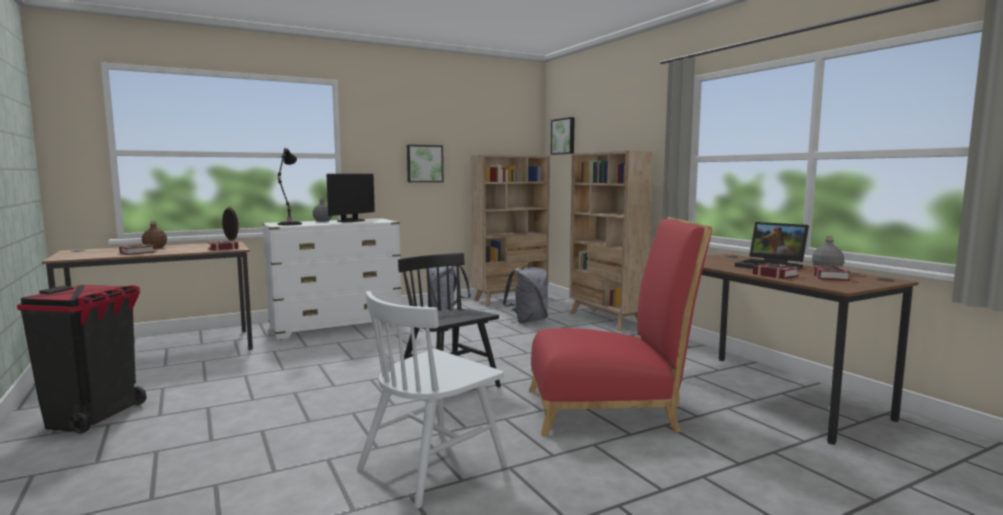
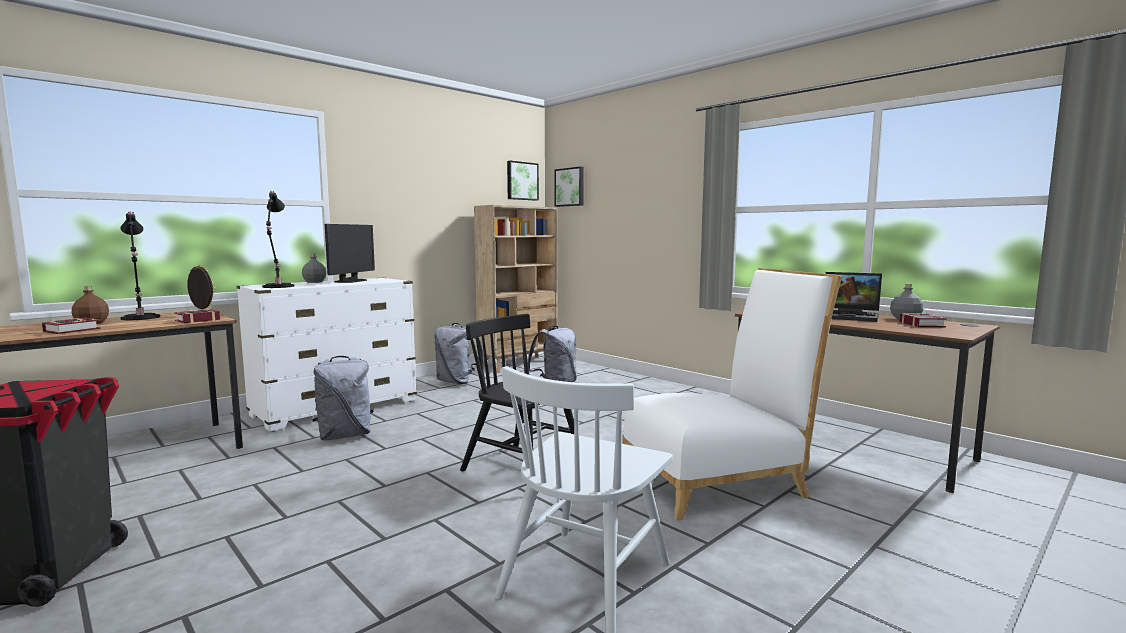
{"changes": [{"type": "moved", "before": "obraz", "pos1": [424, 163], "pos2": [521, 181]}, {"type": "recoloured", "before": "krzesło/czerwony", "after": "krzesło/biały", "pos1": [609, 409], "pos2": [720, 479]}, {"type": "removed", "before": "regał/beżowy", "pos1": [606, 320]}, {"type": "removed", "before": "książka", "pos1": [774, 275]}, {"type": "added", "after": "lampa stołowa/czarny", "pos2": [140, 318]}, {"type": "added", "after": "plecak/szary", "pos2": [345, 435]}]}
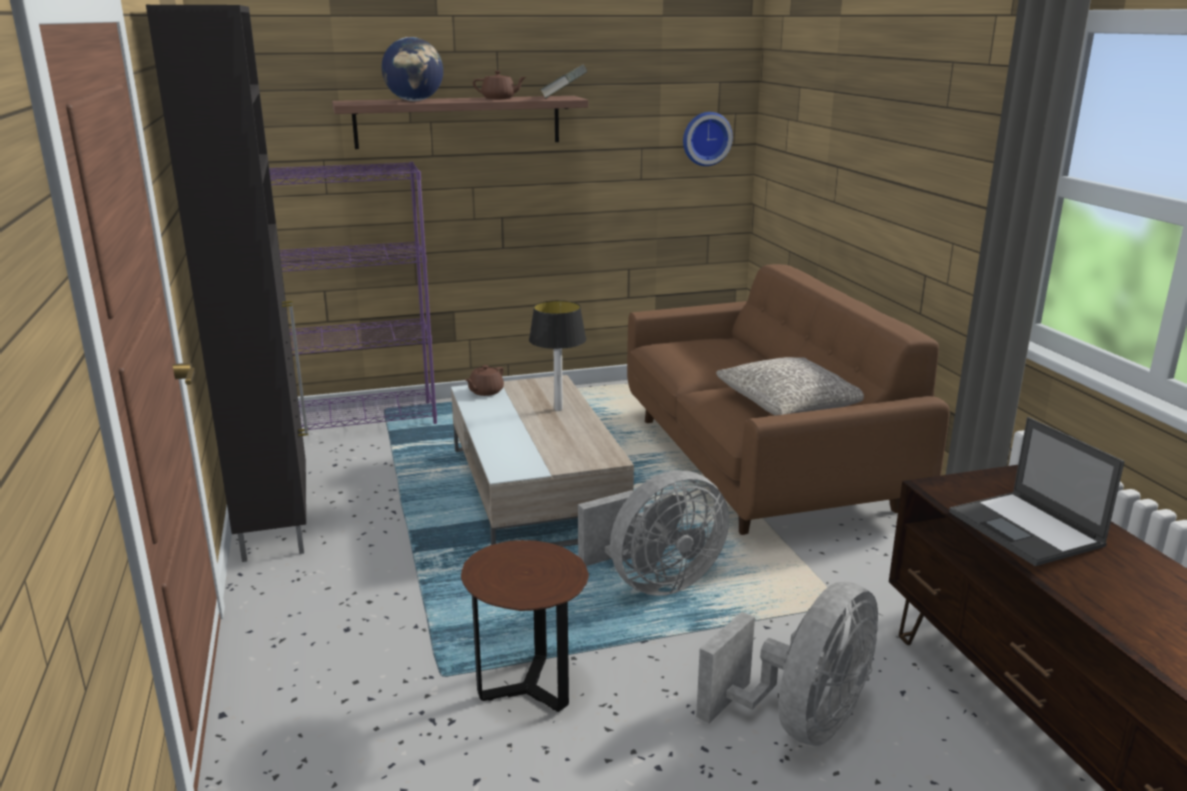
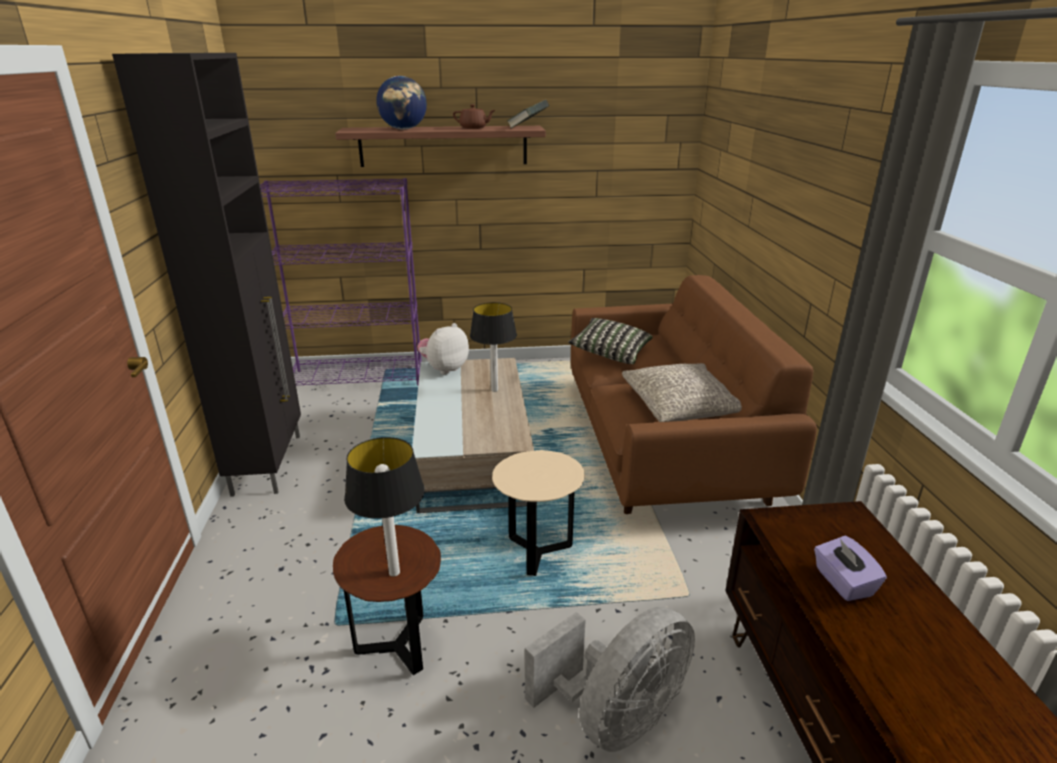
{"changes": [{"type": "replaced", "before": "imbryk/brązowy", "after": "pluszak", "pos1": [485, 392], "pos2": [444, 369]}, {"type": "replaced", "before": "wentylator/szary", "after": "stolik/beżowy", "pos1": [655, 582], "pos2": [538, 553]}, {"type": "removed", "before": "zegar ścienny", "pos1": [706, 138]}, {"type": "replaced", "before": "laptop", "after": "pudełko chusteczek/fioletowy", "pos1": [1026, 529], "pos2": [842, 582]}, {"type": "added", "after": "lampa stołowa", "pos2": [394, 573]}, {"type": "added", "after": "poduszka", "pos2": [610, 353]}]}
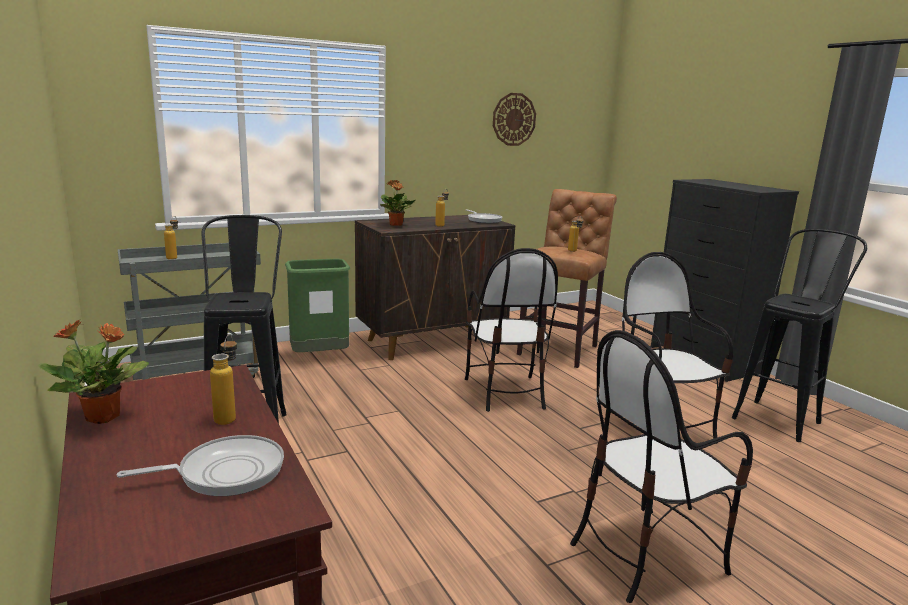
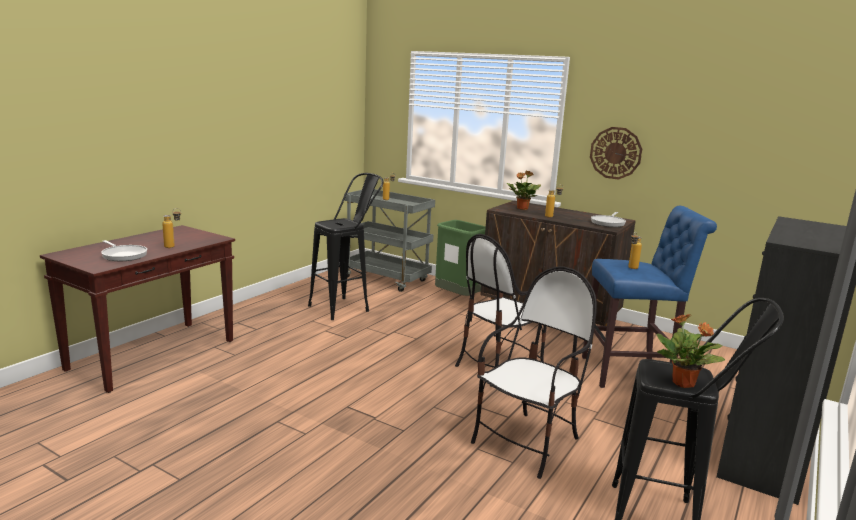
{"changes": [{"type": "moved", "before": "roślina doniczkowa", "pos1": [104, 417], "pos2": [684, 384]}, {"type": "moved", "before": "zegar ścienny", "pos1": [514, 119], "pos2": [615, 153]}, {"type": "recoloured", "before": "stołek/brązowy", "after": "stołek/niebieski", "pos1": [560, 349], "pos2": [631, 373]}, {"type": "removed", "before": "krzesło", "pos1": [646, 554]}]}
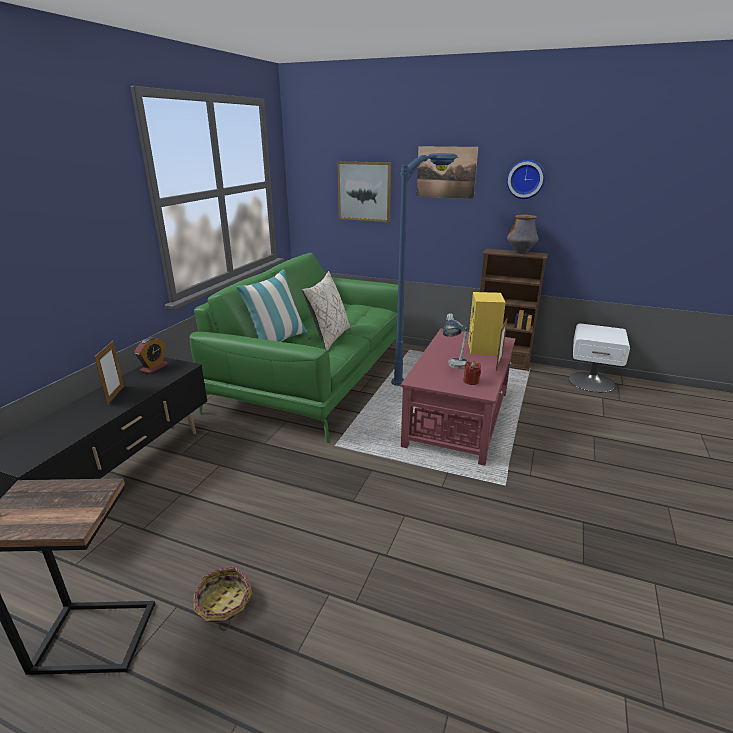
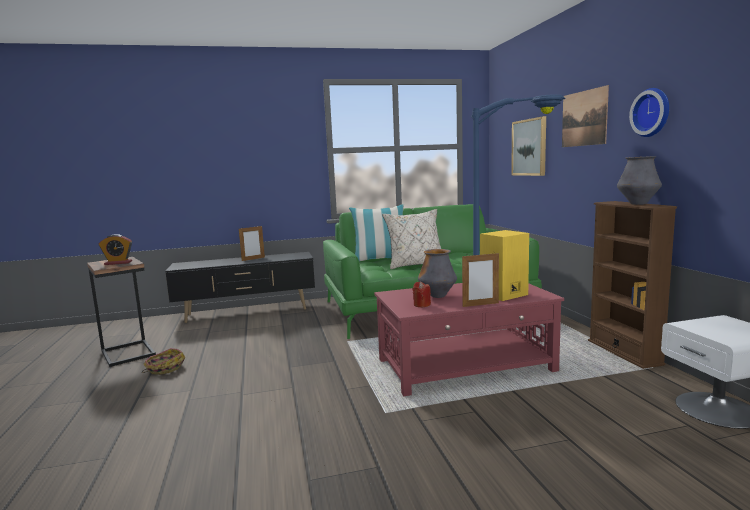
{"changes": [{"type": "moved", "before": "budzik", "pos1": [154, 368], "pos2": [118, 263]}, {"type": "replaced", "before": "lampa stołowa", "after": "wazon", "pos1": [454, 367], "pos2": [437, 296]}]}
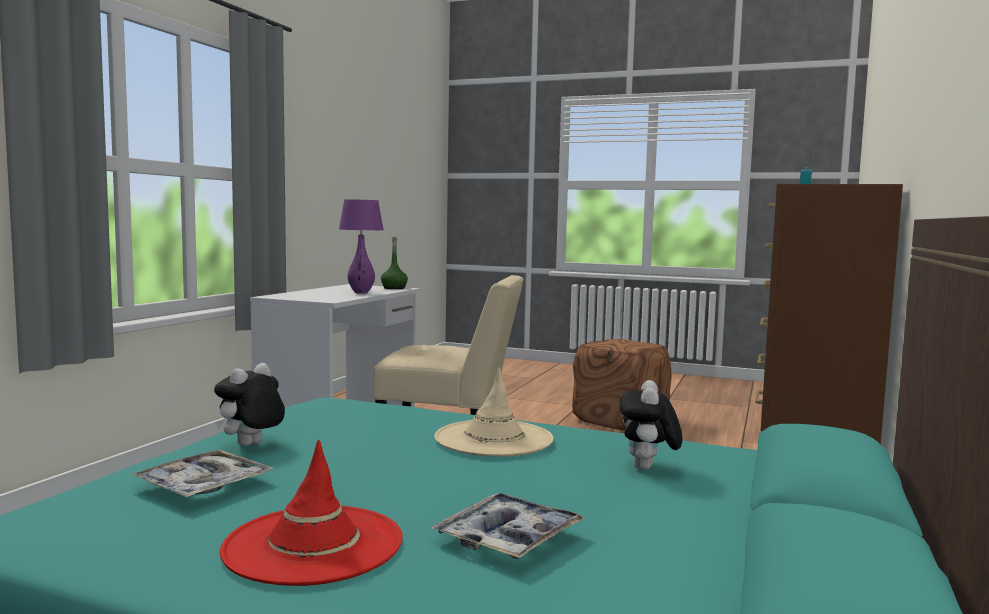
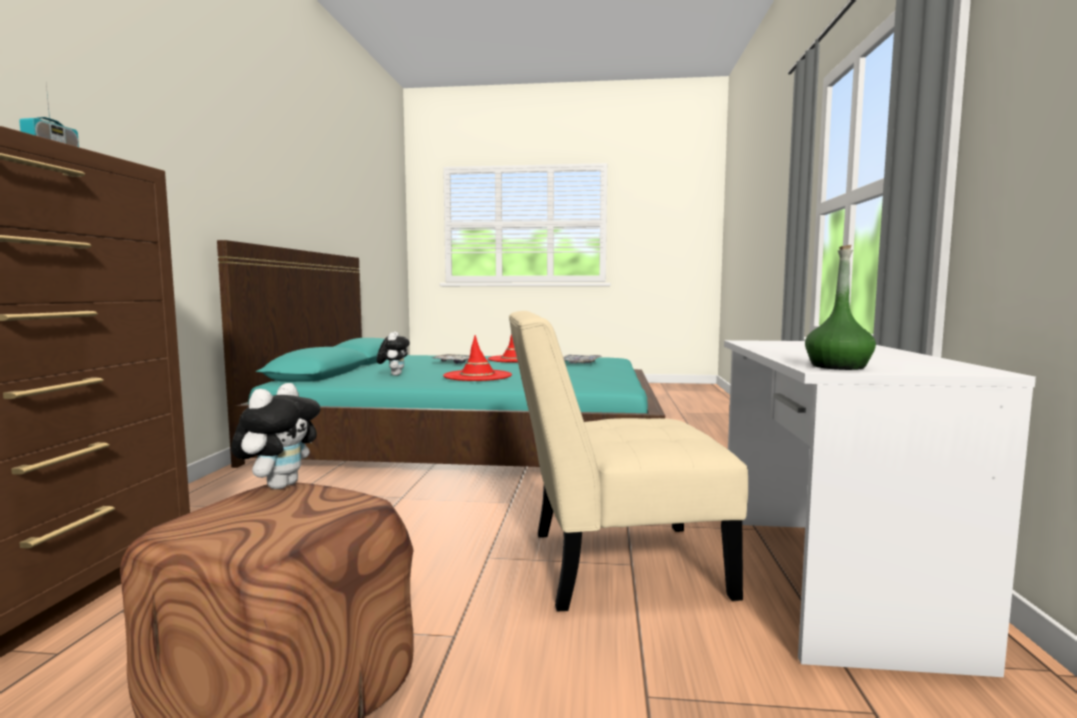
{"changes": [{"type": "moved", "before": "pluszak", "pos1": [251, 446], "pos2": [280, 485]}, {"type": "removed", "before": "lampa stołowa/fioletowy", "pos1": [361, 293]}, {"type": "recoloured", "before": "kapelusz/beżowy", "after": "kapelusz/czerwony", "pos1": [493, 439], "pos2": [477, 376]}]}
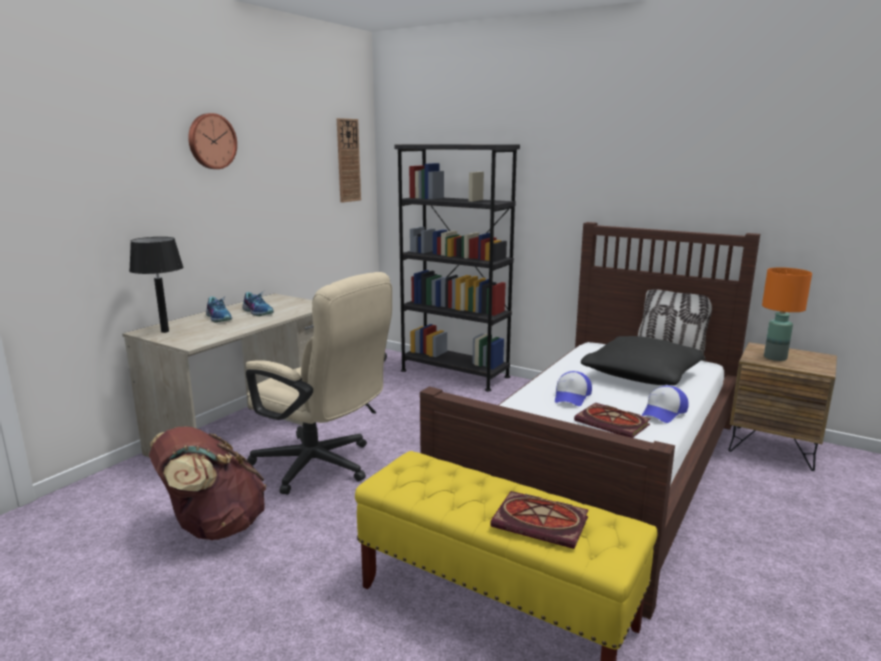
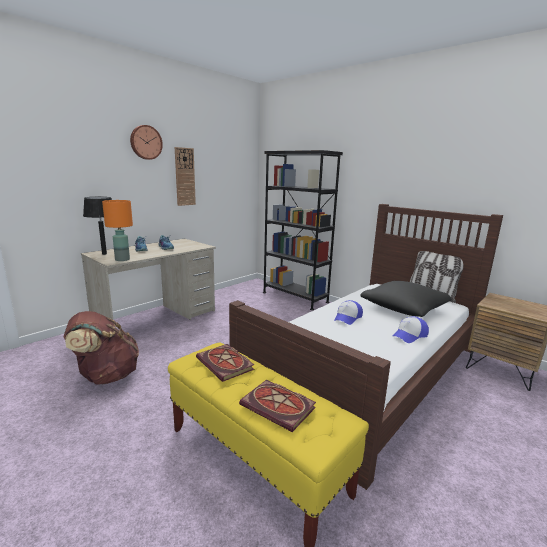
{"changes": [{"type": "removed", "before": "krzesło biurowe/beżowy", "pos1": [322, 467]}, {"type": "moved", "before": "zegar ścienny", "pos1": [348, 160], "pos2": [185, 177]}, {"type": "moved", "before": "książka", "pos1": [614, 423], "pos2": [226, 364]}, {"type": "moved", "before": "lampa stołowa/pomarańczowy", "pos1": [774, 358], "pos2": [122, 259]}]}
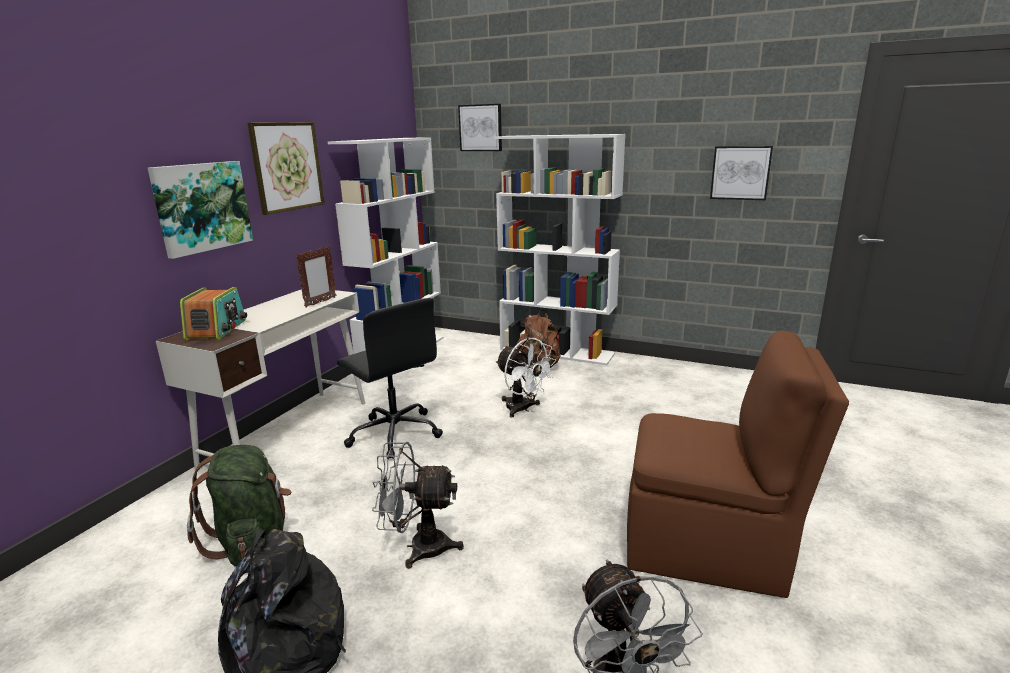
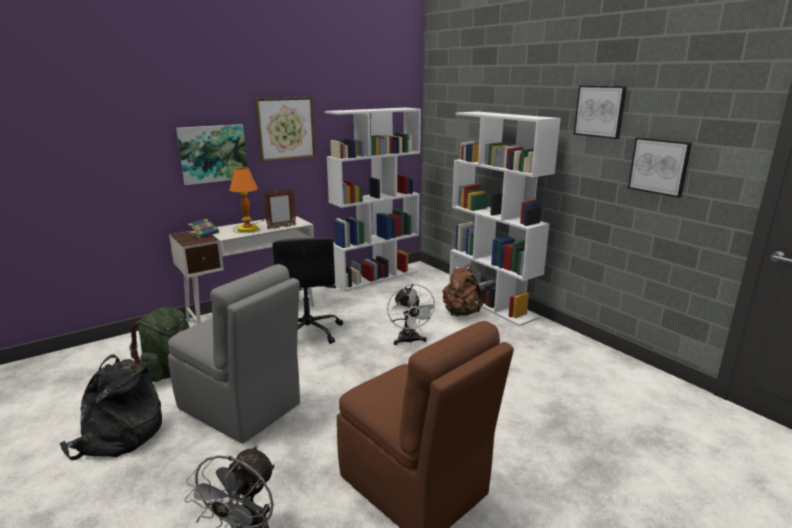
{"changes": [{"type": "replaced", "before": "radio", "after": "książka", "pos1": [217, 329], "pos2": [204, 234]}, {"type": "replaced", "before": "wentylator/szary", "after": "krzesło/szary", "pos1": [418, 547], "pos2": [241, 407]}, {"type": "moved", "before": "obraz", "pos1": [481, 128], "pos2": [600, 111]}, {"type": "added", "after": "lampa stołowa", "pos2": [248, 228]}]}
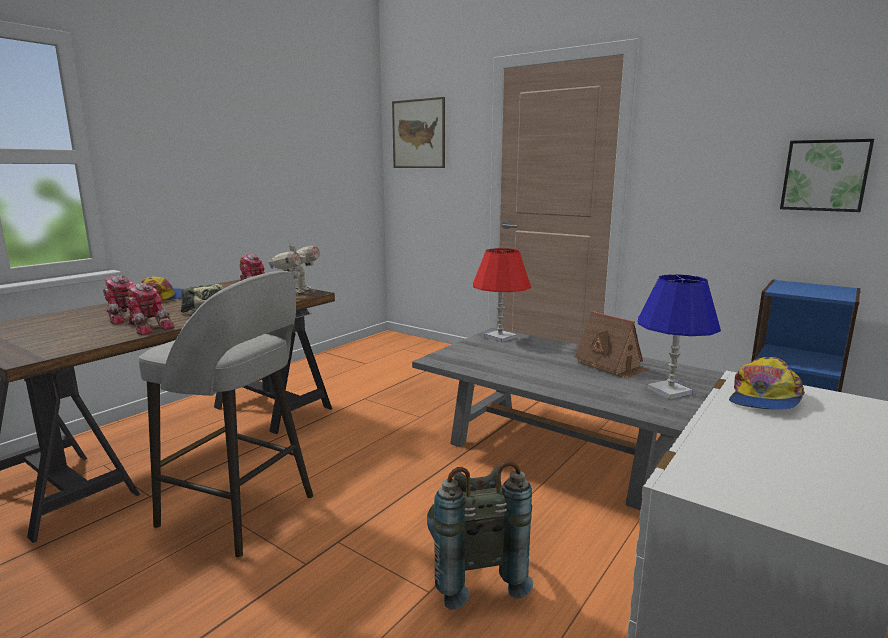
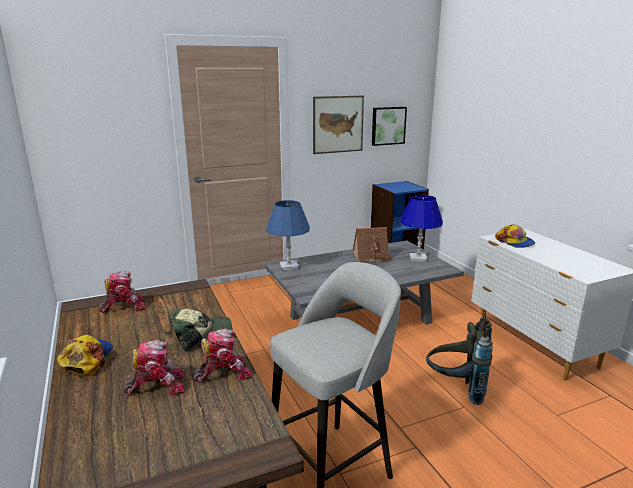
{"changes": [{"type": "removed", "before": "robot zabawkowy", "pos1": [297, 291]}, {"type": "moved", "before": "obraz", "pos1": [418, 134], "pos2": [338, 124]}, {"type": "recoloured", "before": "lampa stołowa/czerwony", "after": "lampa stołowa/niebieski", "pos1": [500, 337], "pos2": [289, 266]}]}
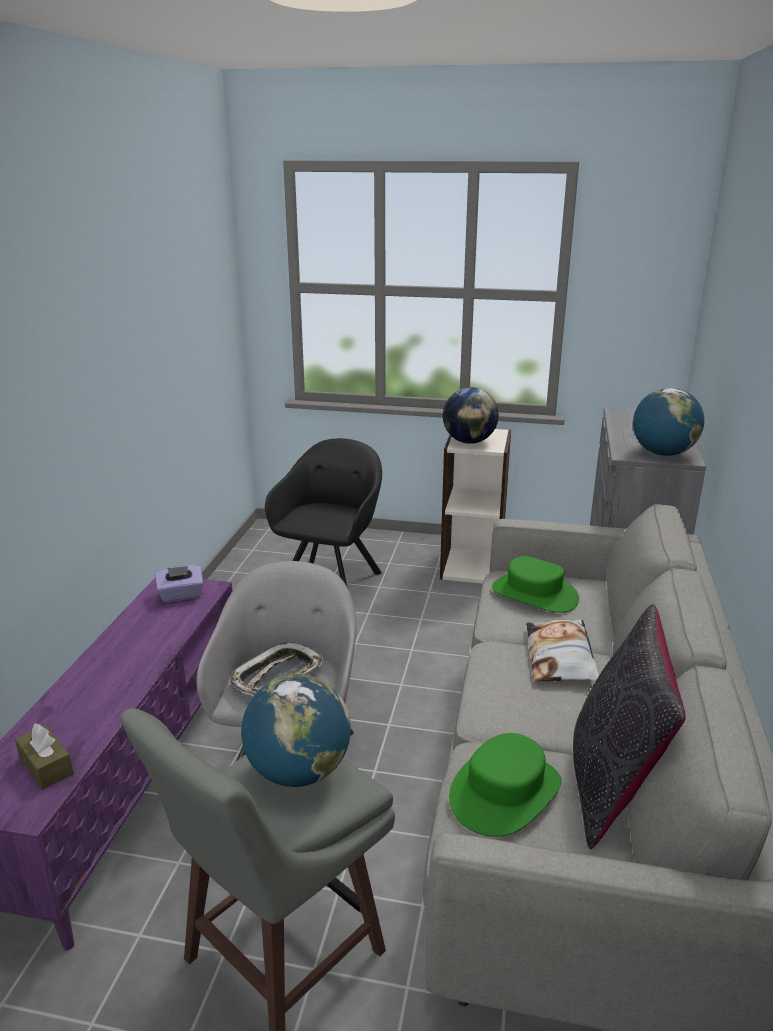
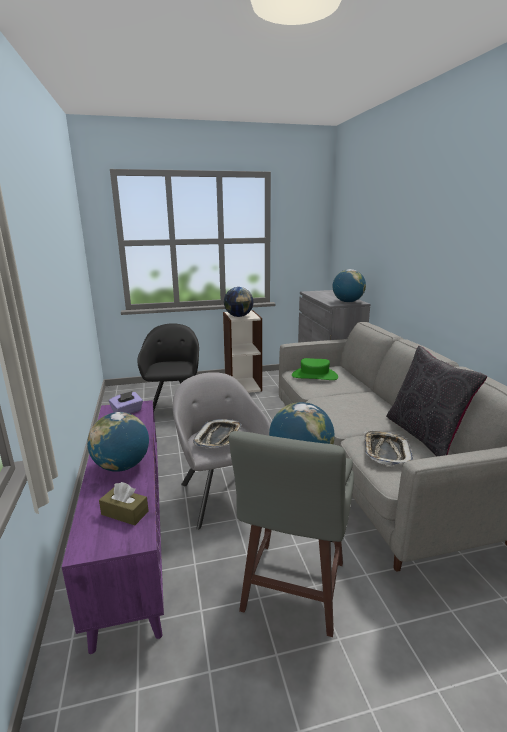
{"changes": [{"type": "replaced", "before": "kapelusz/zielony", "after": "taca", "pos1": [504, 791], "pos2": [385, 451]}, {"type": "removed", "before": "poduszka", "pos1": [560, 658]}, {"type": "added", "after": "globus", "pos2": [122, 466]}]}
